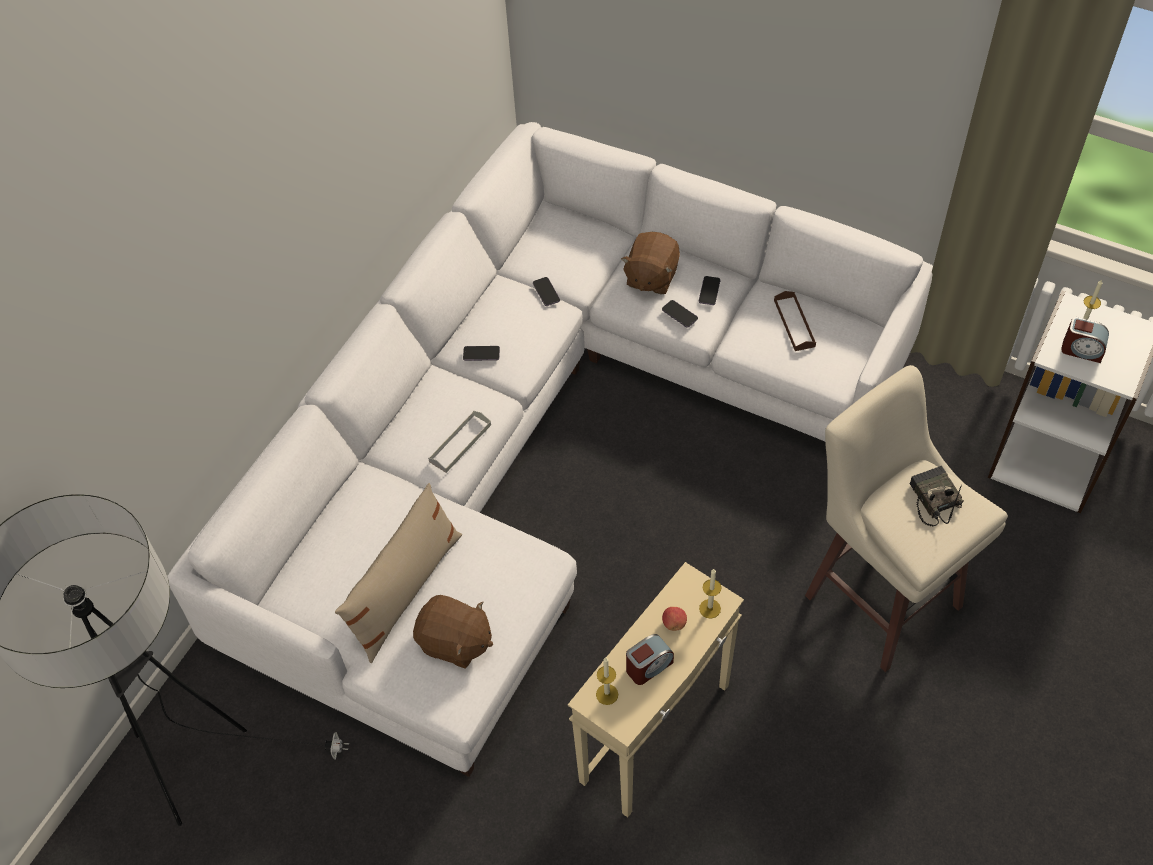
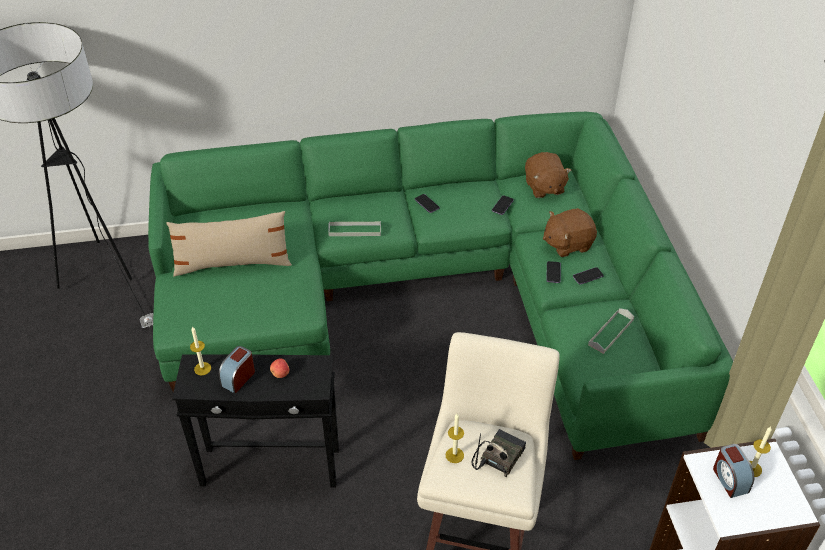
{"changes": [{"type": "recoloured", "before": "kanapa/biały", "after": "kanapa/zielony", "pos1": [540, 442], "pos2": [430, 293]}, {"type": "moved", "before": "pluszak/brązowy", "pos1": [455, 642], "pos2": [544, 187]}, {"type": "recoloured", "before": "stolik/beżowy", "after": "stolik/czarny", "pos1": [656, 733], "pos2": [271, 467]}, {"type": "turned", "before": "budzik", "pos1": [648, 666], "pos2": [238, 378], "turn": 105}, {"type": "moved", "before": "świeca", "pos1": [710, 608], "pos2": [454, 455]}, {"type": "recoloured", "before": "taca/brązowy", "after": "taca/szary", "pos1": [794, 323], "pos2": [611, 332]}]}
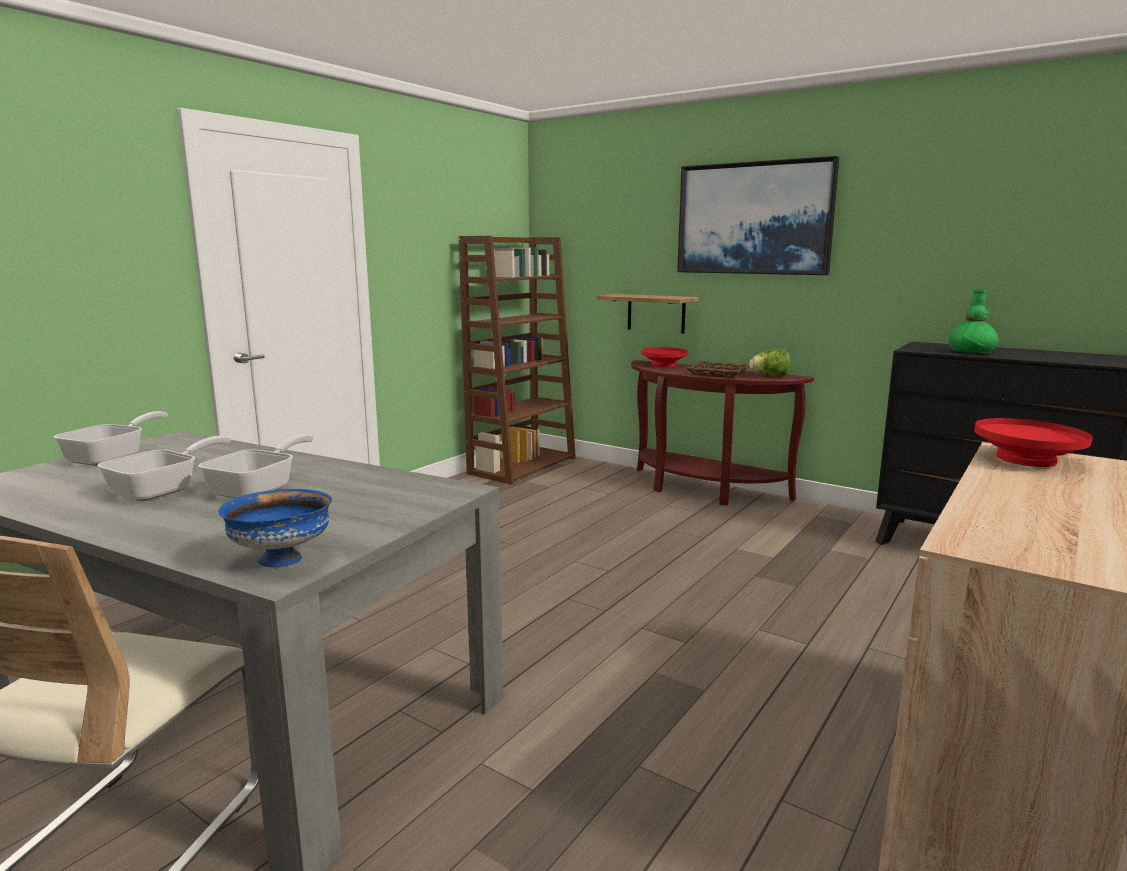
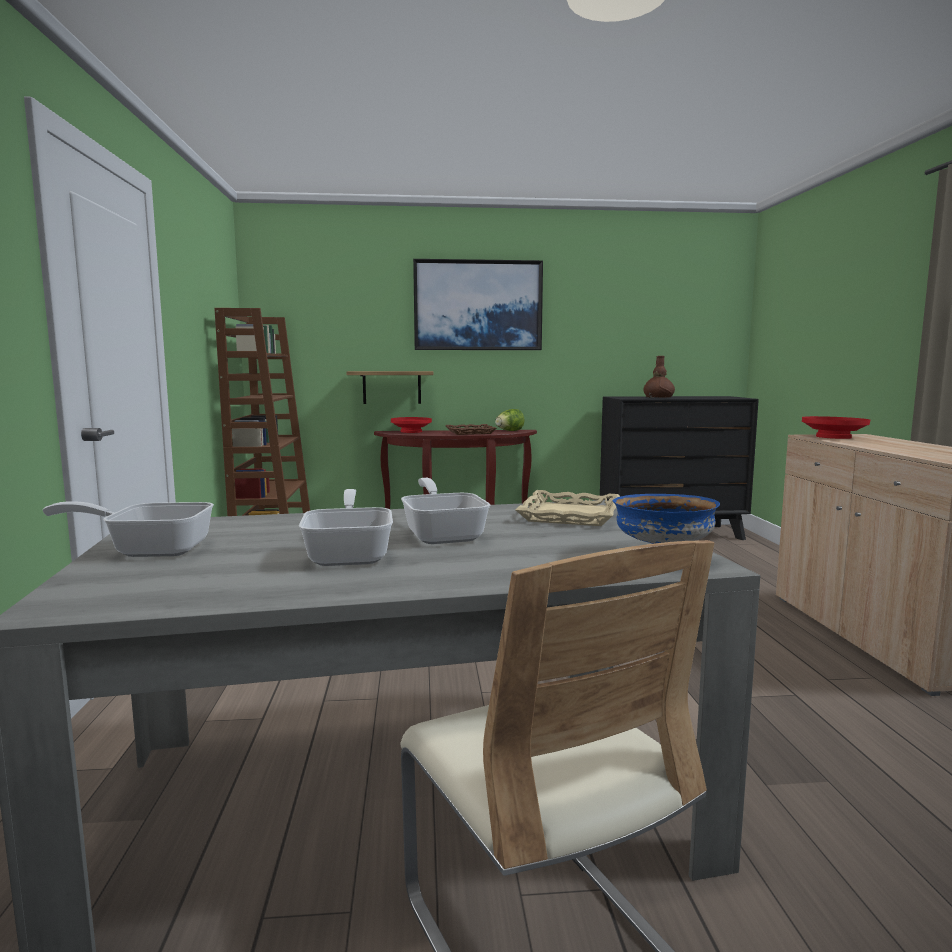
{"changes": [{"type": "turned", "before": "patelnia", "pos1": [113, 457], "pos2": [150, 550], "turn": -75}, {"type": "recoloured", "before": "wazon/zielony", "after": "wazon/brązowy", "pos1": [971, 352], "pos2": [658, 398]}, {"type": "added", "after": "taca/beżowy", "pos2": [569, 515]}]}
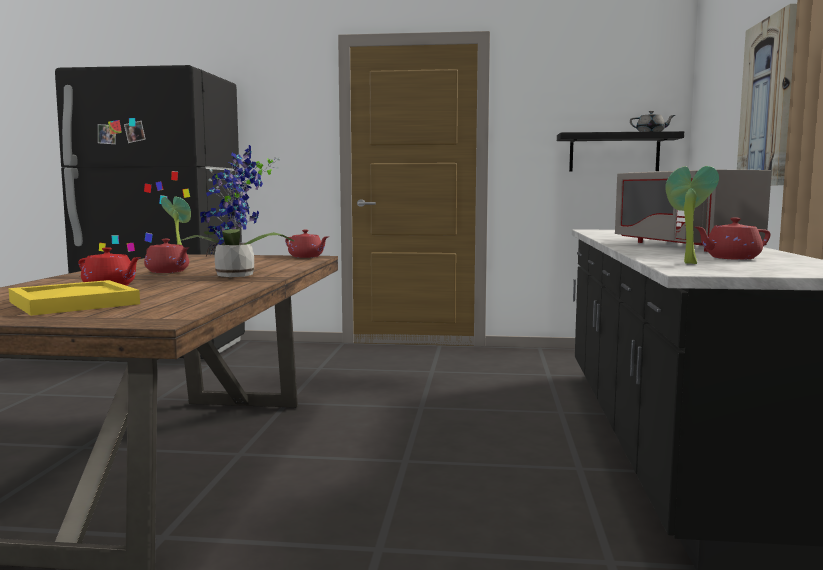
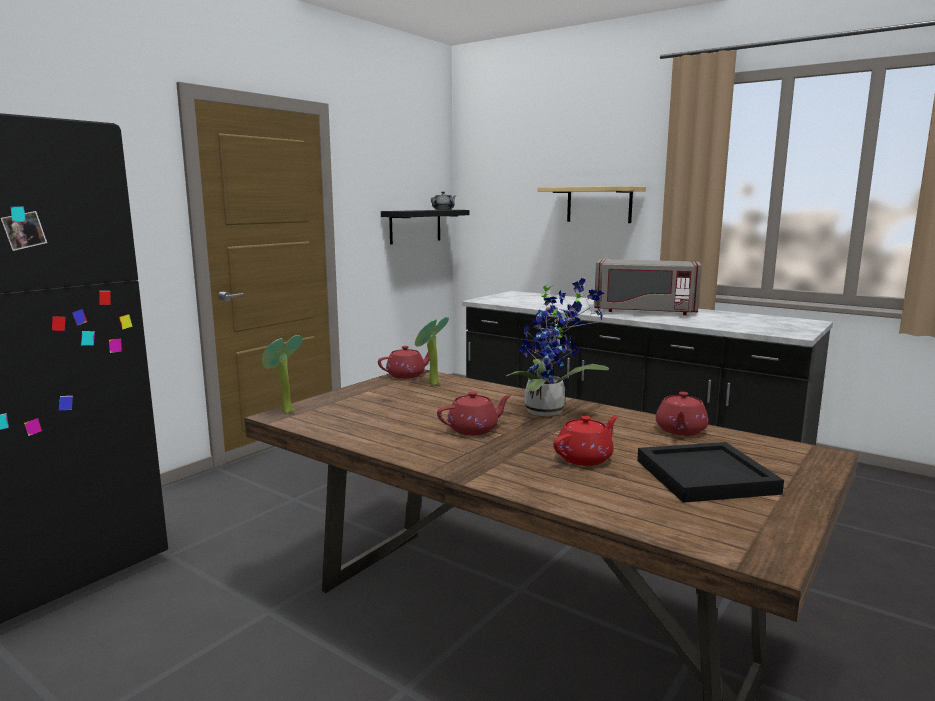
{"changes": [{"type": "recoloured", "before": "taca/żółty", "after": "taca/czarny", "pos1": [75, 302], "pos2": [703, 476]}, {"type": "moved", "before": "roślina doniczkowa", "pos1": [686, 263], "pos2": [430, 384]}, {"type": "moved", "before": "imbryk/czerwony", "pos1": [731, 258], "pos2": [680, 430]}, {"type": "replaced", "before": "obraz", "after": "półka", "pos1": [768, 103], "pos2": [599, 204]}]}
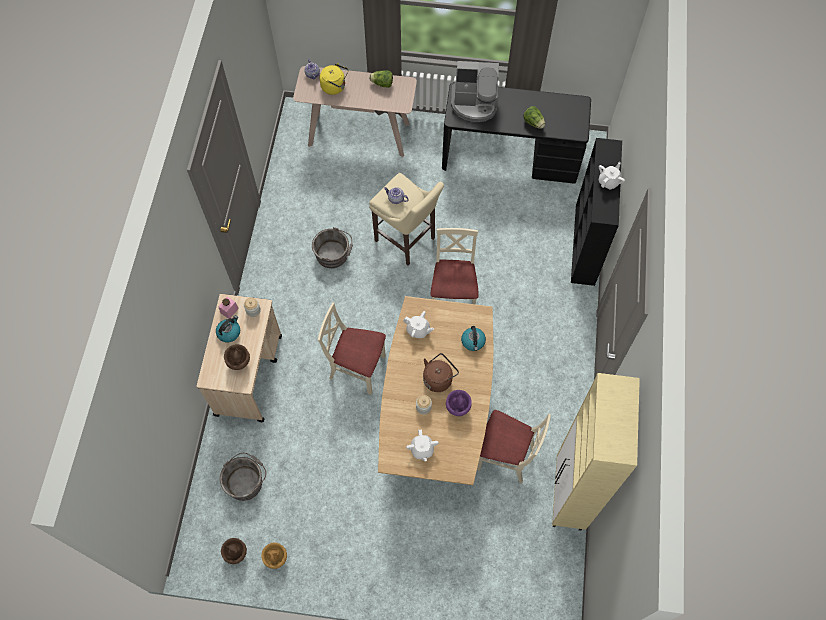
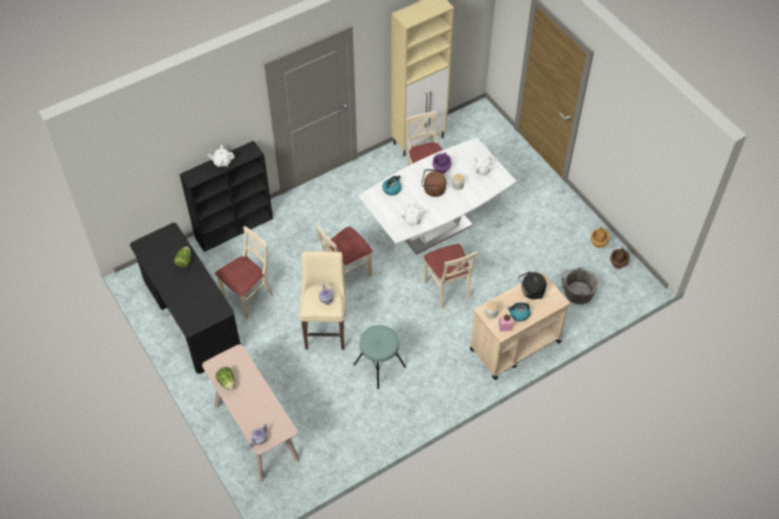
{"changes": [{"type": "replaced", "before": "wazon/brązowy", "after": "czajnik/czarny", "pos1": [239, 363], "pos2": [531, 292]}, {"type": "replaced", "before": "wiadro/szary", "after": "stołek/turkusowy", "pos1": [334, 255], "pos2": [379, 366]}, {"type": "removed", "before": "czajnik/żółty", "pos1": [335, 87]}, {"type": "recoloured", "before": "stół jadalny/brązowy", "after": "stół jadalny/biały", "pos1": [435, 414], "pos2": [435, 229]}, {"type": "removed", "before": "ekspres do kawy", "pos1": [474, 103]}, {"type": "added", "after": "krzesło/beżowy", "pos2": [248, 296]}]}
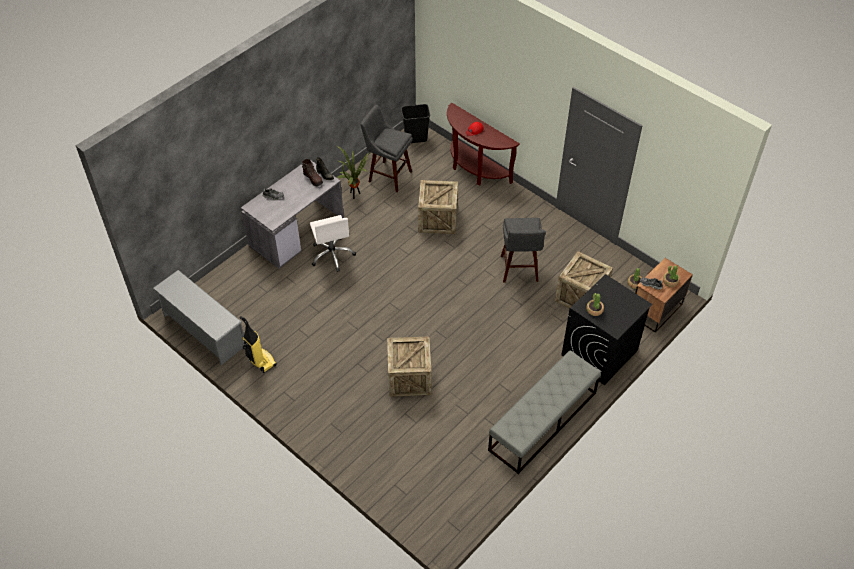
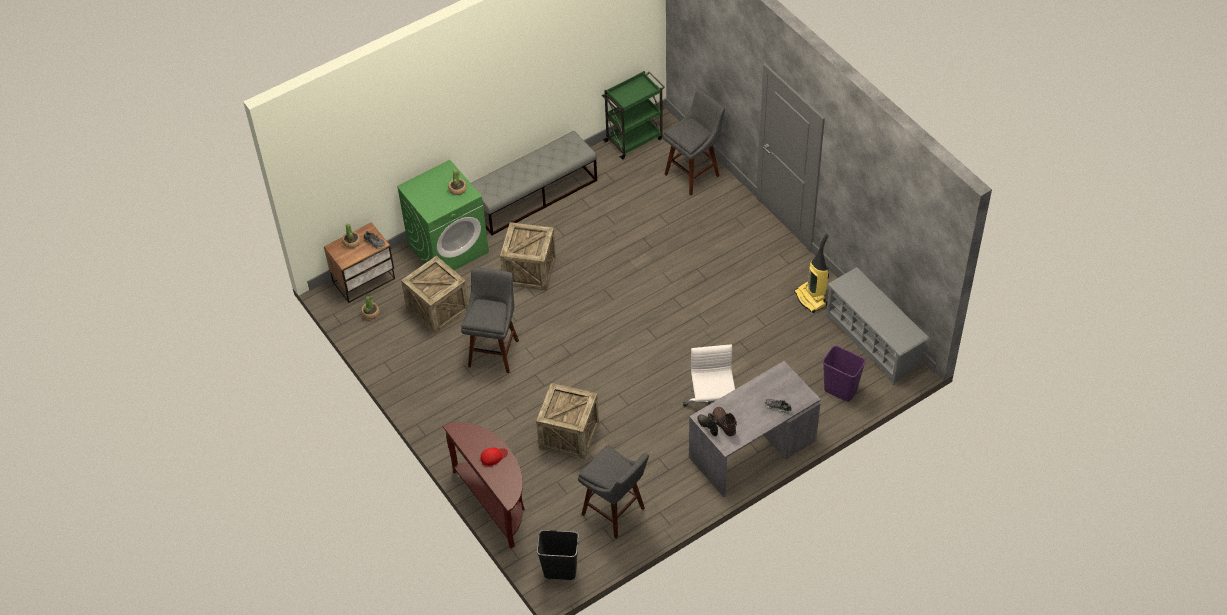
{"changes": [{"type": "removed", "before": "roślina doniczkowa", "pos1": [354, 194]}, {"type": "moved", "before": "skrzynka", "pos1": [409, 378], "pos2": [529, 270]}, {"type": "recoloured", "before": "pralka/czarny", "after": "pralka/zielony", "pos1": [599, 353], "pos2": [448, 247]}, {"type": "added", "after": "wózek/zielony", "pos2": [634, 139]}, {"type": "added", "after": "stołek/szary", "pos2": [694, 173]}, {"type": "added", "after": "kosz na śmieci/fioletowy", "pos2": [841, 390]}]}
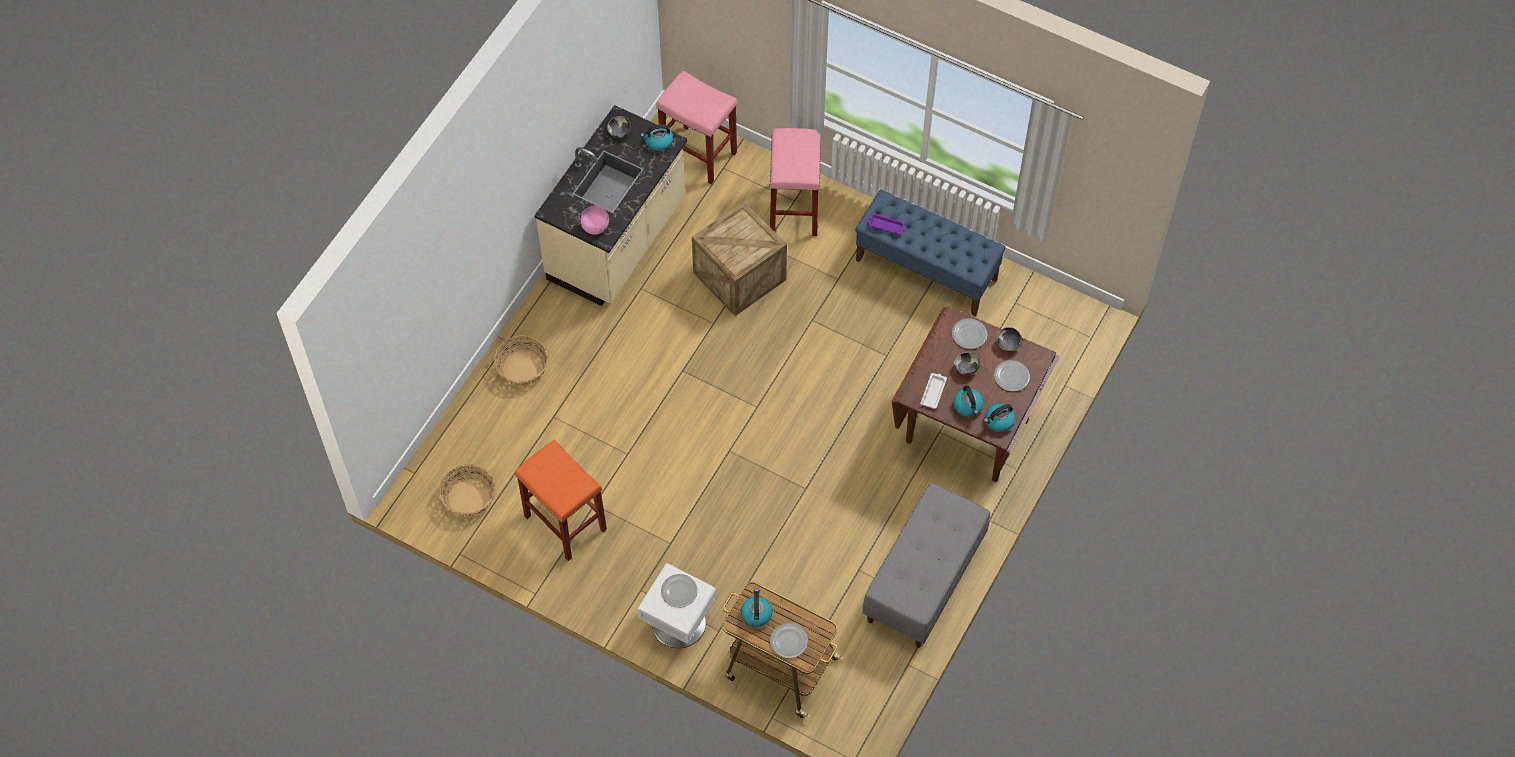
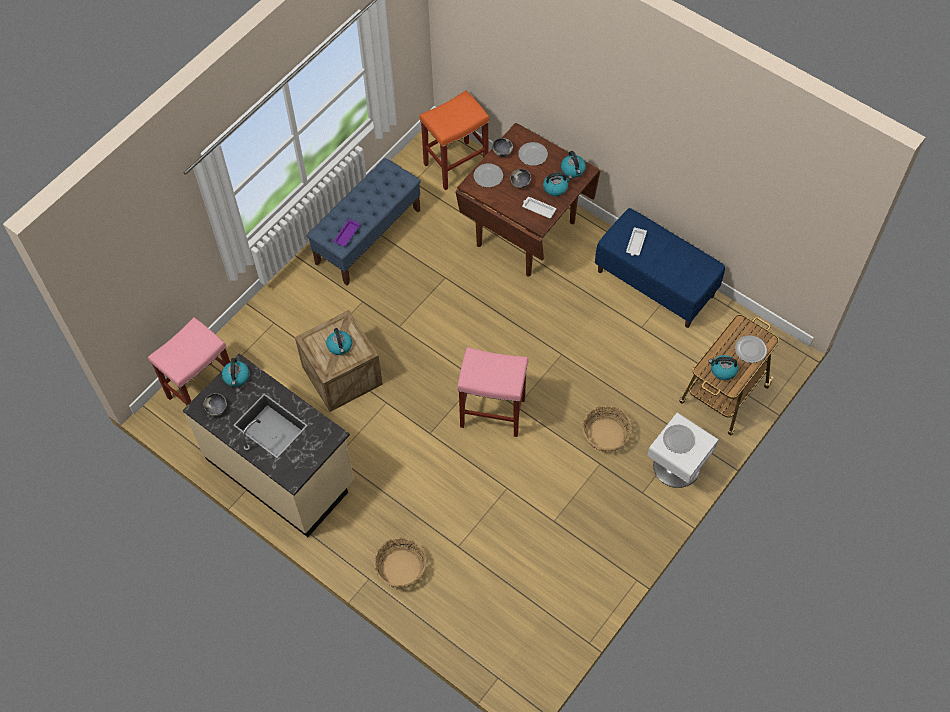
{"changes": [{"type": "moved", "before": "koszyk", "pos1": [468, 498], "pos2": [605, 435]}, {"type": "moved", "before": "stołek/pomarańczowy", "pos1": [564, 522], "pos2": [455, 166]}, {"type": "removed", "before": "miska/różowy", "pos1": [596, 227]}, {"type": "moved", "before": "stołek/różowy", "pos1": [793, 208], "pos2": [491, 413]}, {"type": "recoloured", "before": "ławka/szary", "after": "ławka/niebieski", "pos1": [924, 581], "pos2": [656, 283]}, {"type": "added", "after": "czajnik", "pos2": [340, 346]}, {"type": "added", "after": "taca/biały", "pos2": [636, 243]}]}
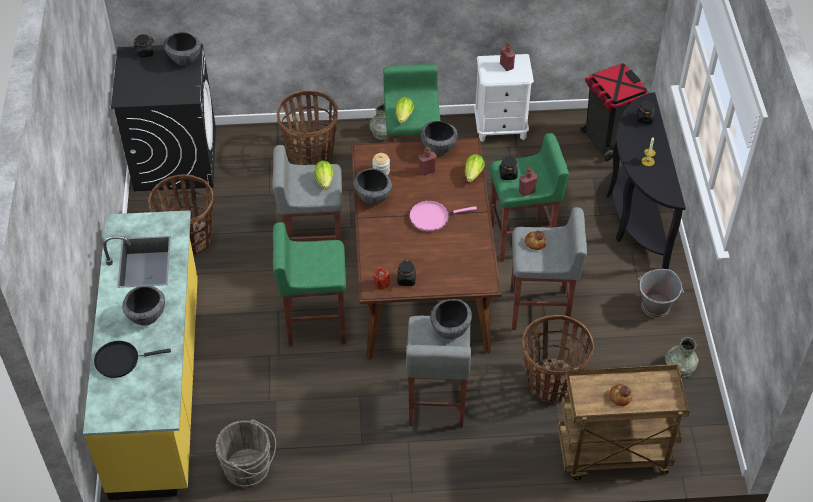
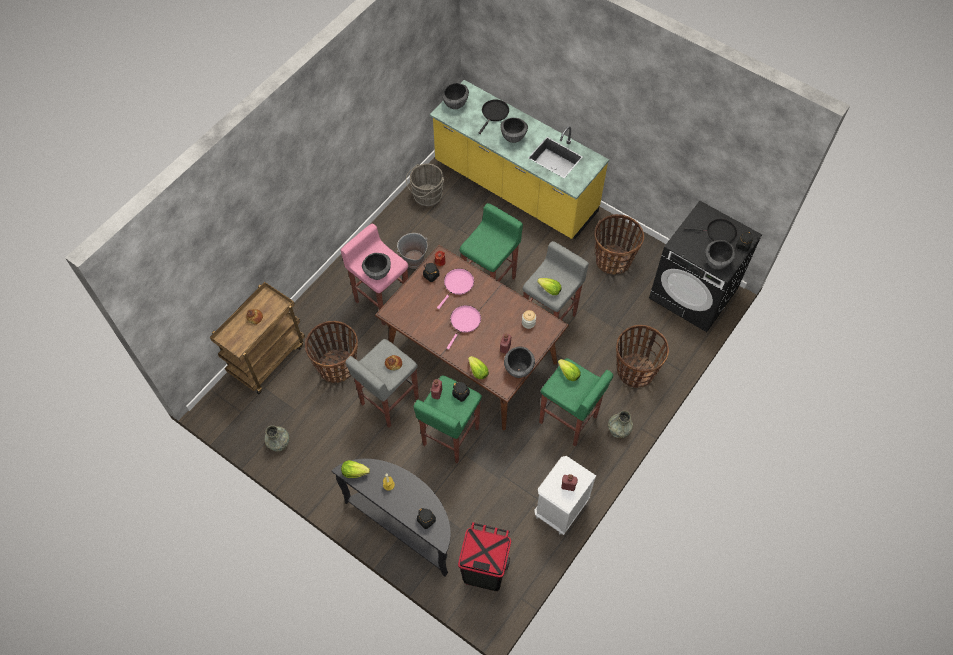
{"changes": [{"type": "moved", "before": "miska", "pos1": [373, 198], "pos2": [455, 104]}, {"type": "recoloured", "before": "stołek/szary", "after": "stołek/różowy", "pos1": [435, 403], "pos2": [382, 301]}, {"type": "moved", "before": "wiadro/szary", "pos1": [656, 307], "pos2": [413, 260]}, {"type": "added", "after": "sałata", "pos2": [354, 472]}, {"type": "added", "after": "patelnia/różowy", "pos2": [457, 285]}, {"type": "added", "after": "patelnia/czarny", "pos2": [718, 233]}]}
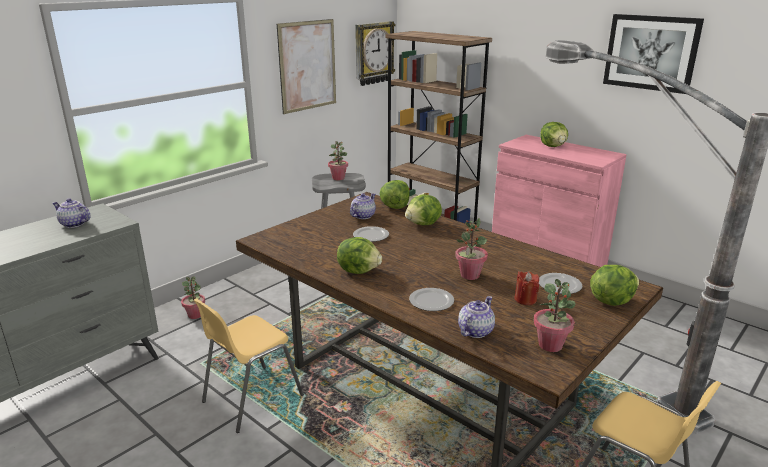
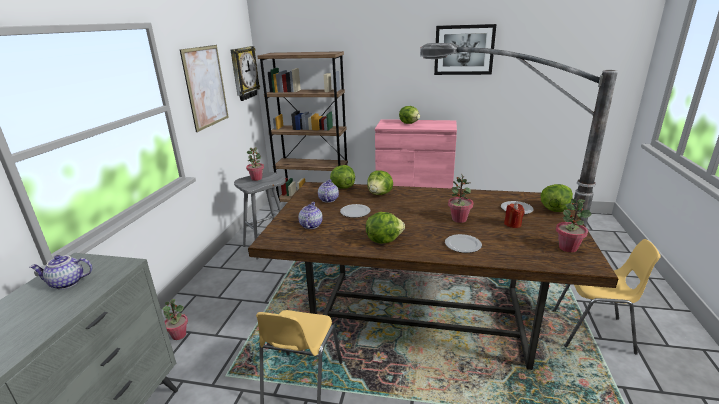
{"changes": [{"type": "moved", "before": "imbryk", "pos1": [475, 331], "pos2": [310, 225]}]}
